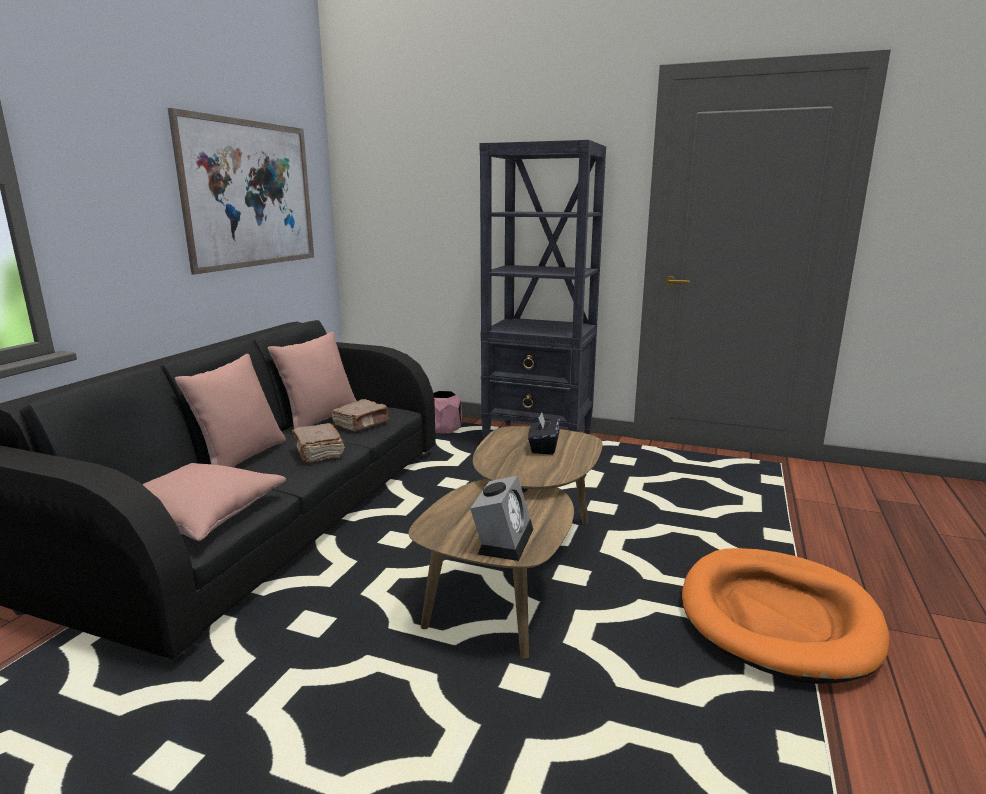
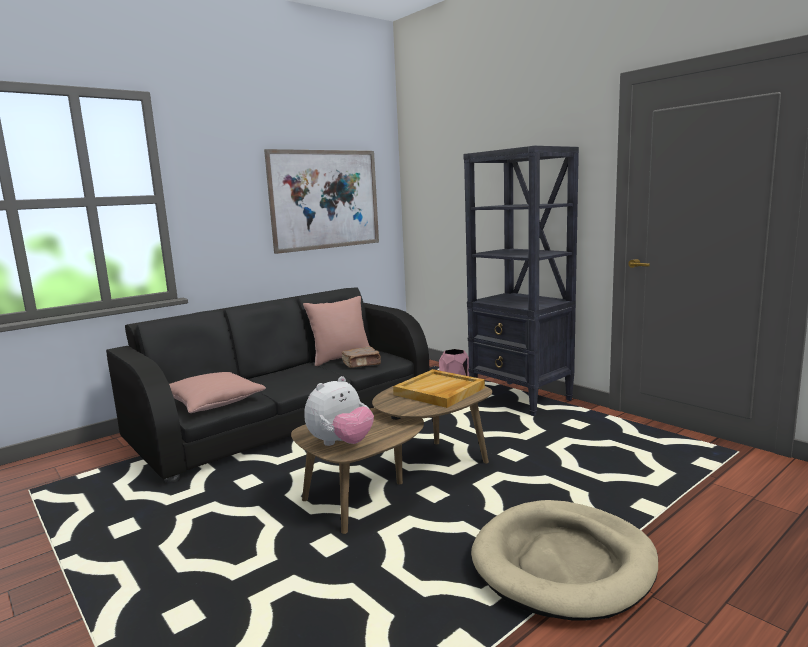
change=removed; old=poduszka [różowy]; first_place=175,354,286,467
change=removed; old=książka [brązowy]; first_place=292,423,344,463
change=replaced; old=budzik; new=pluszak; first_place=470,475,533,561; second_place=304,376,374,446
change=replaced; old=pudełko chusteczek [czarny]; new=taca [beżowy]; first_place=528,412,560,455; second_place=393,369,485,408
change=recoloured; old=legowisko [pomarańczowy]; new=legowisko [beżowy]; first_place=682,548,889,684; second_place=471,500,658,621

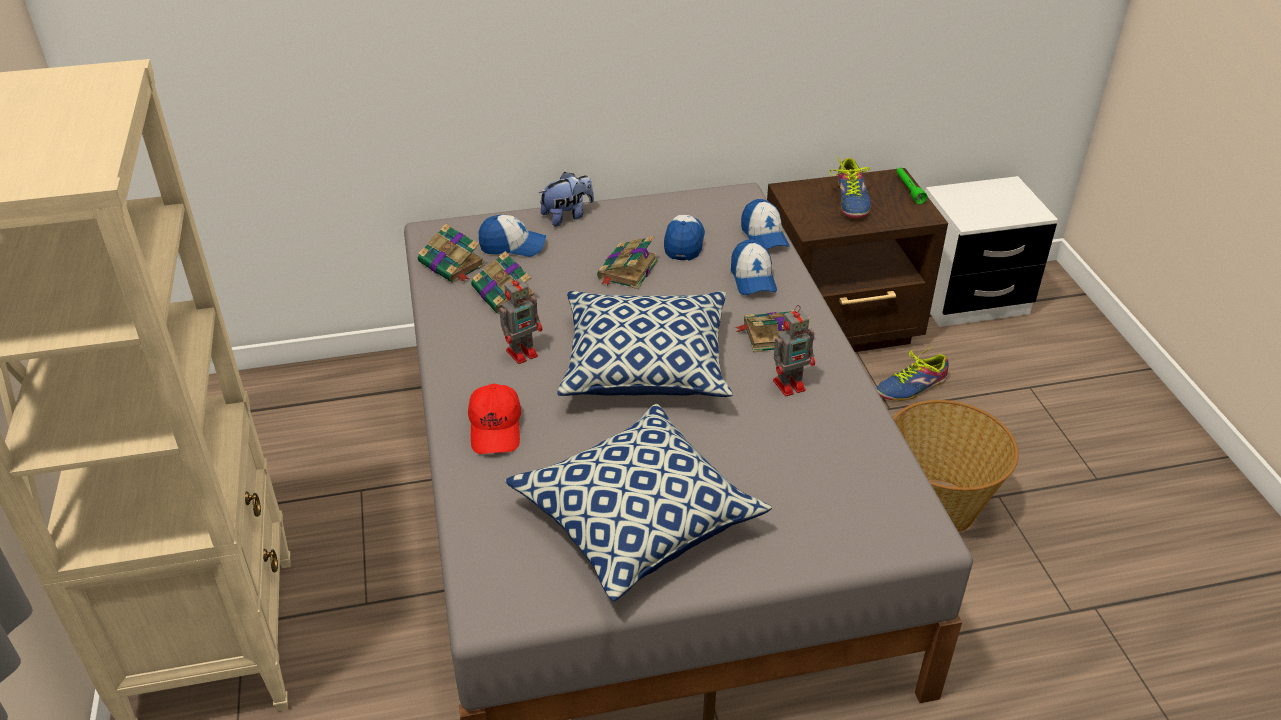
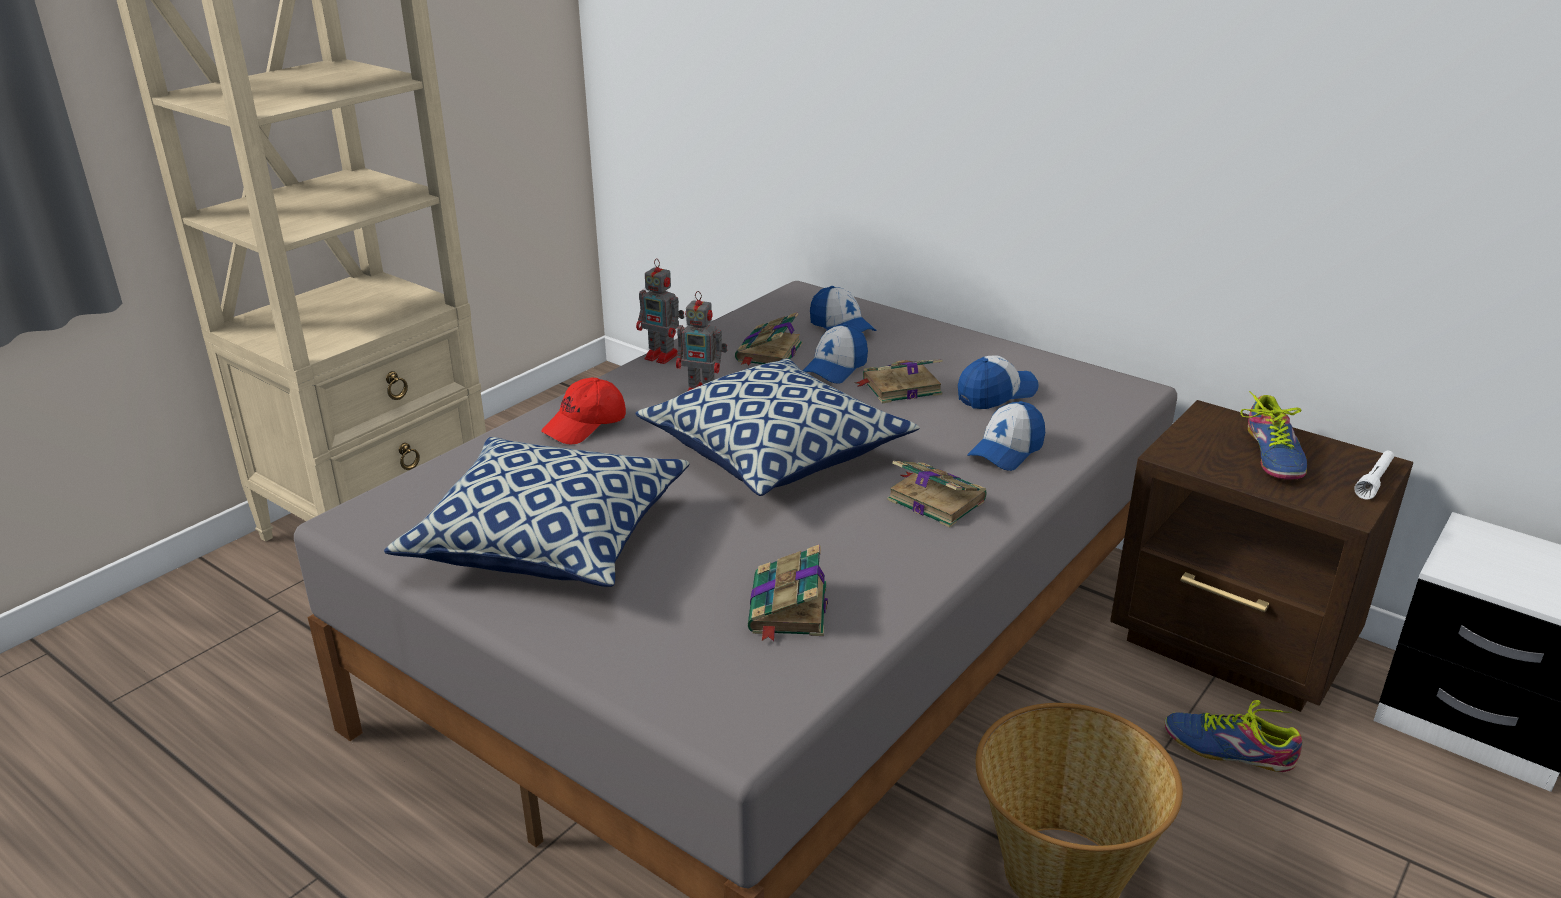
change=moved; old=książka; first_place=418,223,485,283; second_place=748,544,828,642
change=removed; old=pluszak; first_place=539,172,594,227
change=moved; old=czapka z daszkiem; first_place=741,199,789,249; second_place=803,324,868,384
change=moved; old=robot zabawkowy; first_place=773,305,815,396; second_place=636,258,684,364
change=turned; old=but; first_place=829,157,871,218; second_place=1240,391,1307,480; degrees=-45
change=recoloured; old=latarka [zielony]; new=latarka [biały]; first_place=896,168,927,204; second_place=1354,451,1394,500

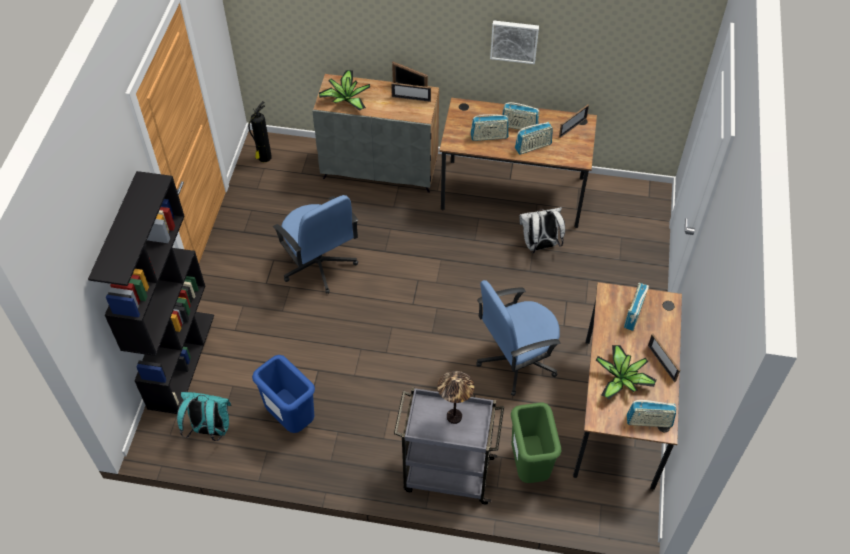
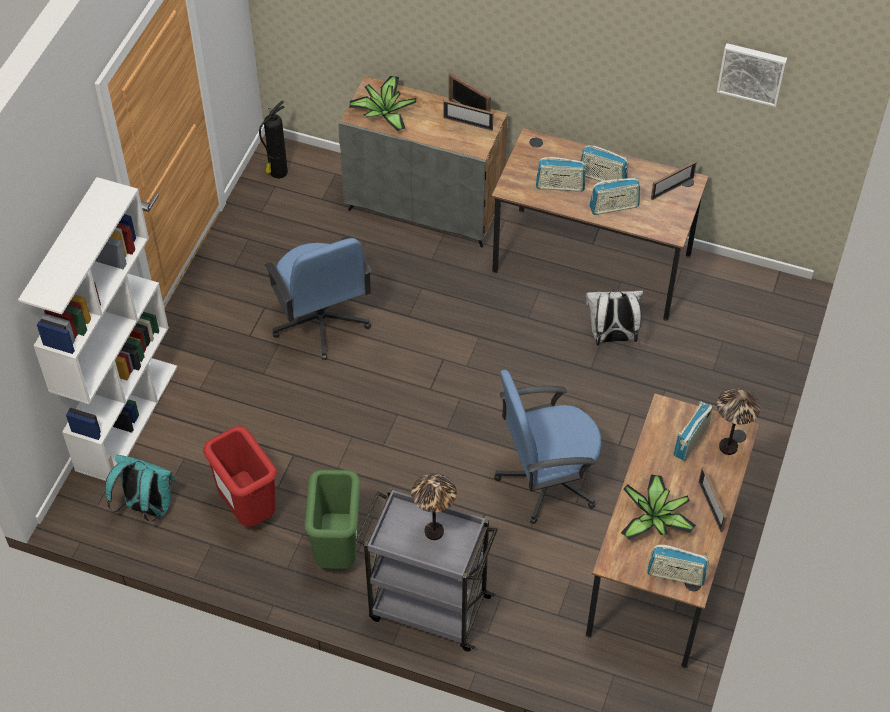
change=recoloured; old=regał [czarny]; new=regał [biały]; first_place=88,171,214,414; second_place=18,177,177,481
change=recoloured; old=kosz na śmieci [niebieski]; new=kosz na śmieci [czerwony]; first_place=252,355,315,433; second_place=203,426,277,526
change=moved; old=obraz; first_place=490,20,539,64; second_place=717,43,787,107
change=moved; old=kosz na śmieci [zielony]; first_place=511,402,561,483; second_place=304,470,361,569
change=added; new=lampa stołowa; second_place=717,388,760,455

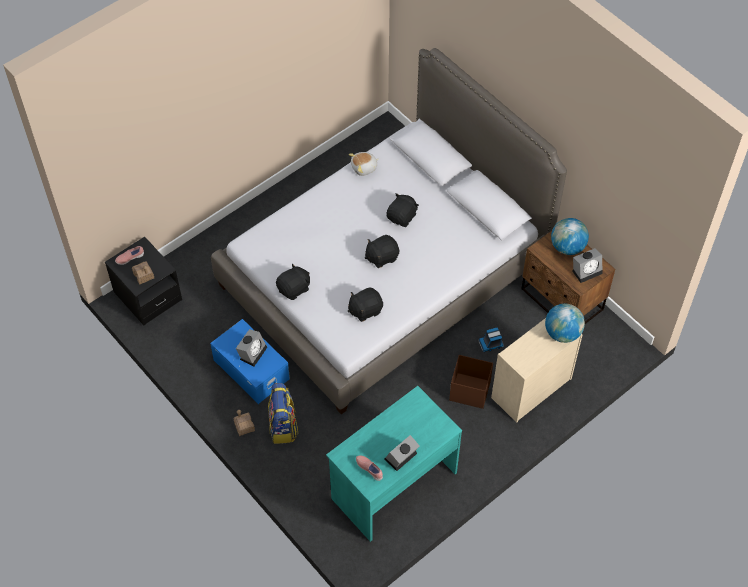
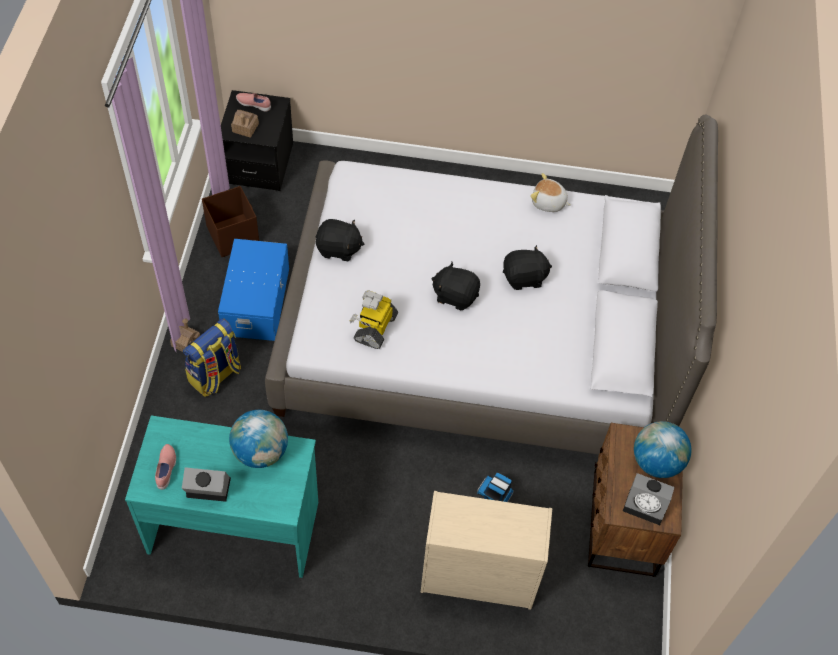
change=removed; old=budzik; first_place=236,329,267,366
change=replaced; old=pluszak [czarny]; new=robot zabawkowy; first_place=348,288,383,322; second_place=350,290,398,349
change=moved; old=pojemnik do przechowywania [brązowy]; first_place=449,355,493,409; second_place=202,186,259,257
change=moved; old=globus; first_place=545,304,585,343; second_place=229,410,288,468

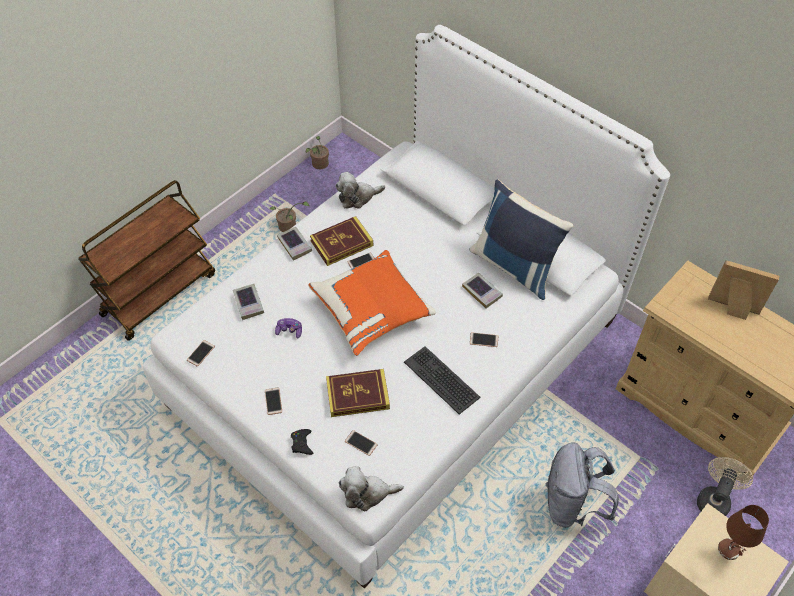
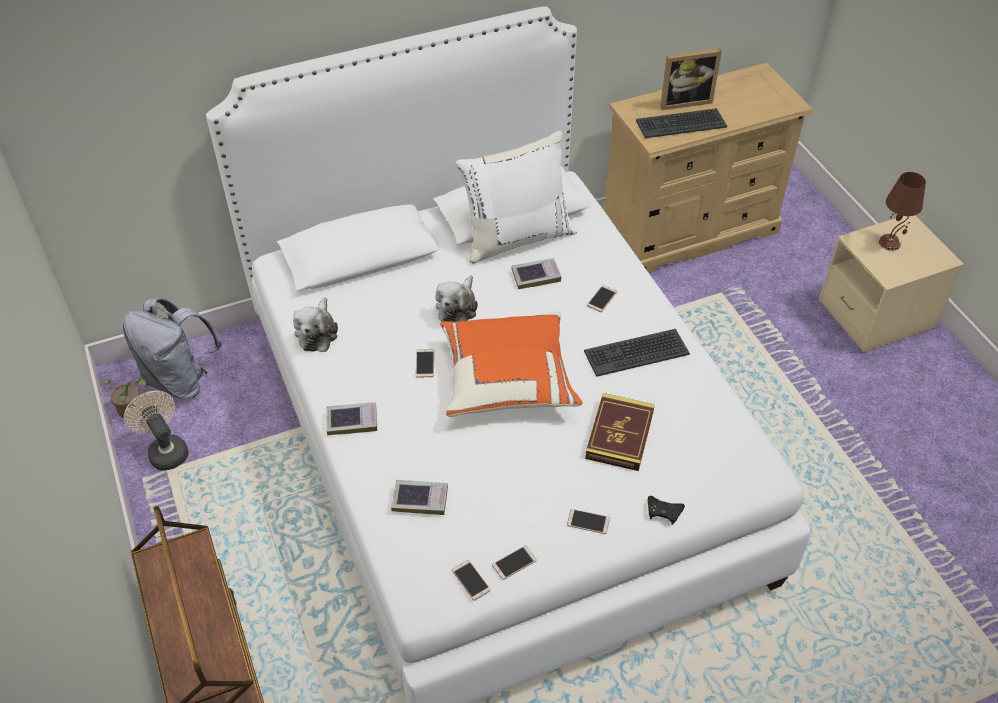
change=removed; old=roślina doniczkowa; first_place=270,201,310,232
change=removed; old=pad do gier; first_place=275,318,302,338
change=removed; old=książka; first_place=310,216,373,266
change=moved; old=pluszak; first_place=339,466,404,511; second_place=435,275,478,322
change=moved; old=telefon; first_place=345,430,378,456; second_place=492,545,537,580
change=recoloured; old=poduszka [niebieski]; new=poduszka [biały]; first_place=470,179,573,300; second_place=456,131,577,264
change=moved; old=plecak [szary]; first_place=546,442,619,528; second_place=123,298,222,399
change=moved; old=wentylator [beżowy]; first_place=697,457,753,516; second_place=124,391,188,470
change=turned; old=ramka na zdjęcie; first_place=708,260,779,320; second_place=660,48,722,110; degrees=-150
change=added; new=klawiatura; second_place=636,108,727,138

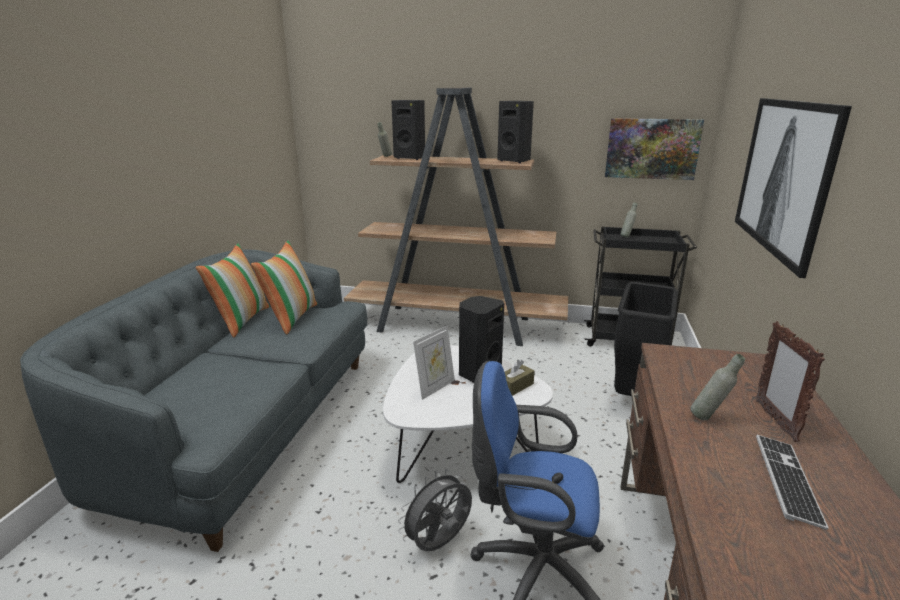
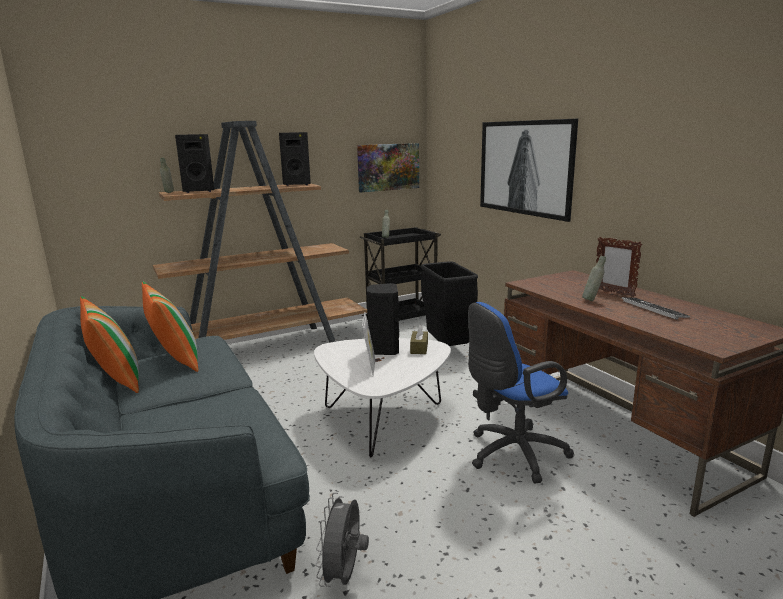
change=moved; old=wentylator [szary]; first_place=398,469,472,551; second_place=315,493,369,587

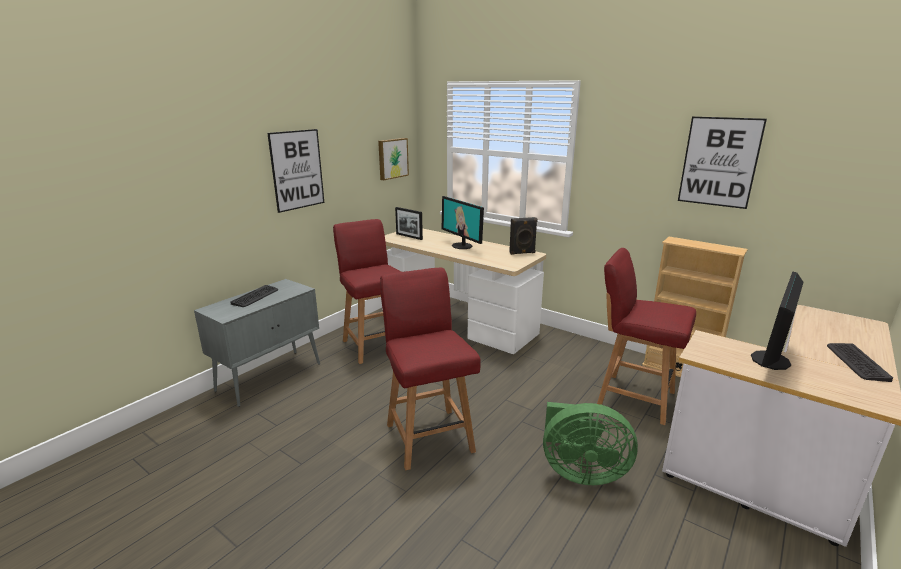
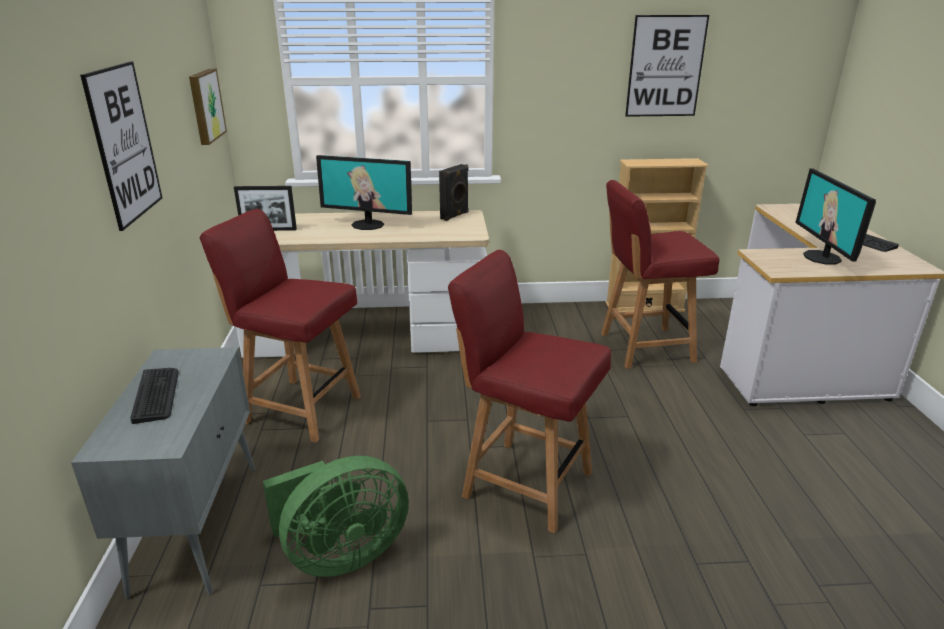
change=moved; old=wentylator [zielony]; first_place=543,402,638,485; second_place=263,456,409,577

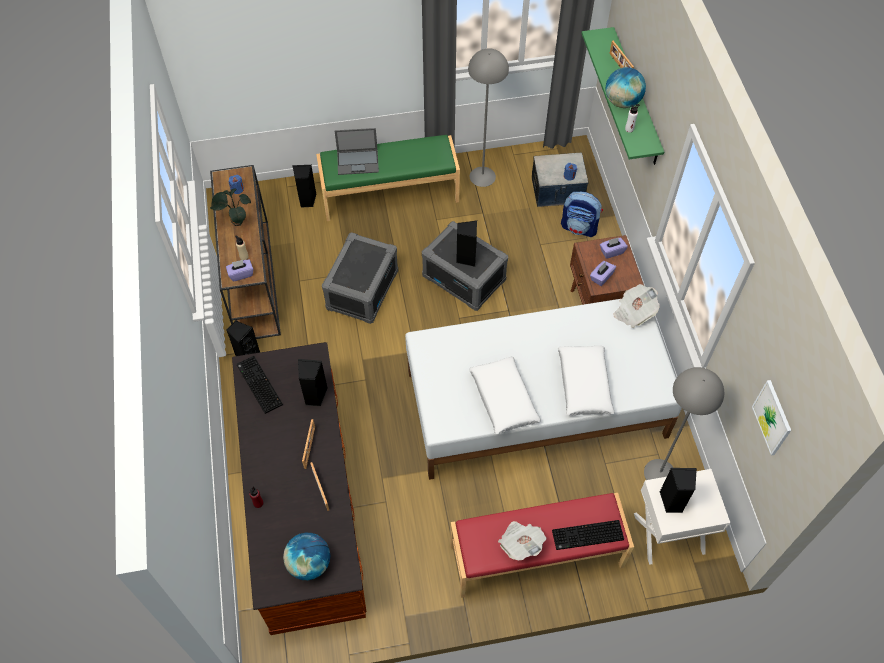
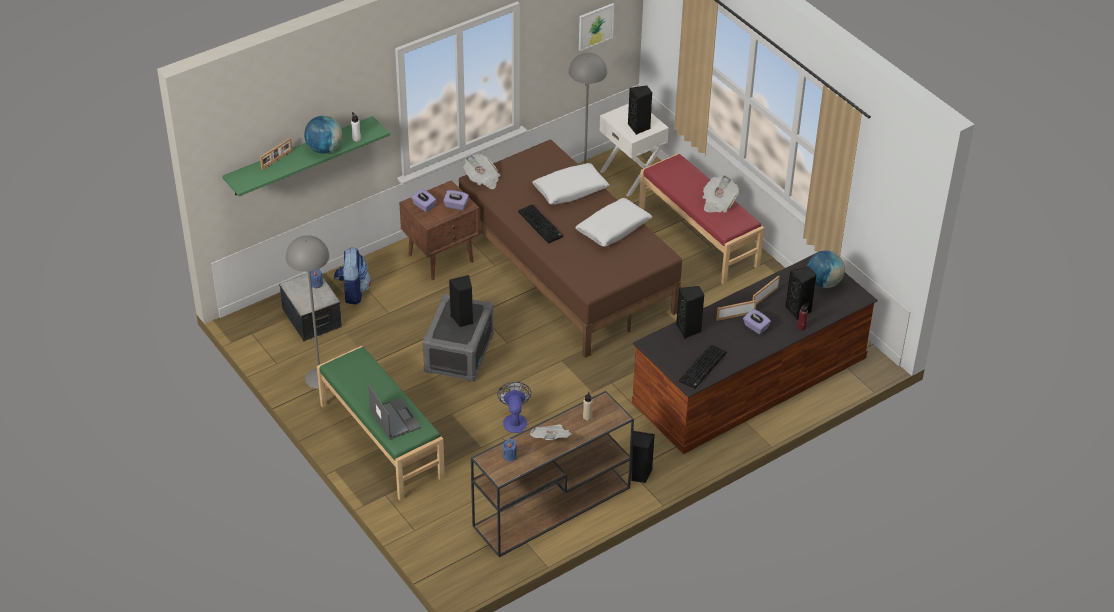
change=replaced; old=roślina doniczkowa; new=gazeta; first_place=210,189,251,226; second_place=530,424,572,440
change=moved; old=pudełko chusteczek [fioletowy]; first_place=226,260,253,282; second_place=743,309,771,334
change=moved; old=głośnik [czarny]; first_place=292,165,316,208; second_place=785,266,816,320
change=replaced; old=pojemnik do przechowywania [szary]; new=wentylator; first_place=322,232,398,324; second_place=497,382,531,433
change=recoloured; old=łóżko [biały]; new=łóżko [brązowy]; first_place=405,299,682,480; second_place=459,140,682,358
change=moved; old=klawiatura; first_place=552,520,624,550; second_place=518,204,563,244

